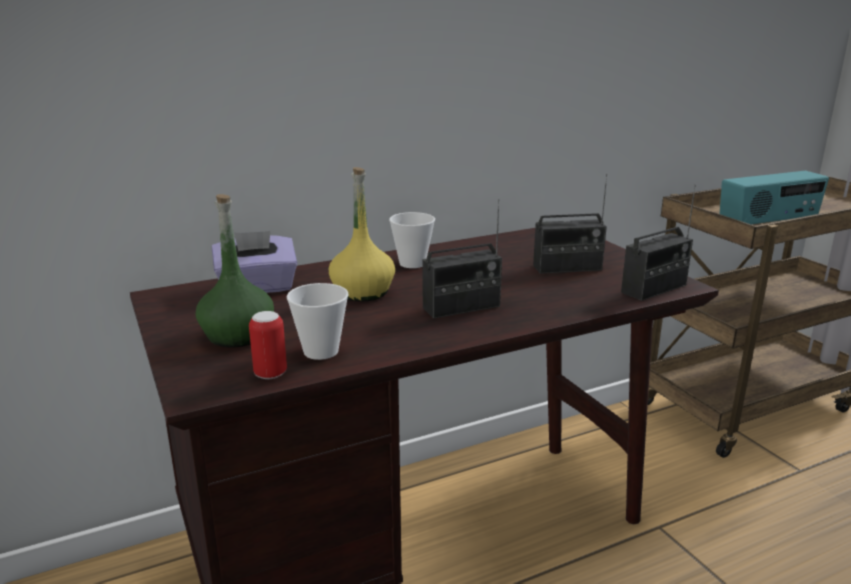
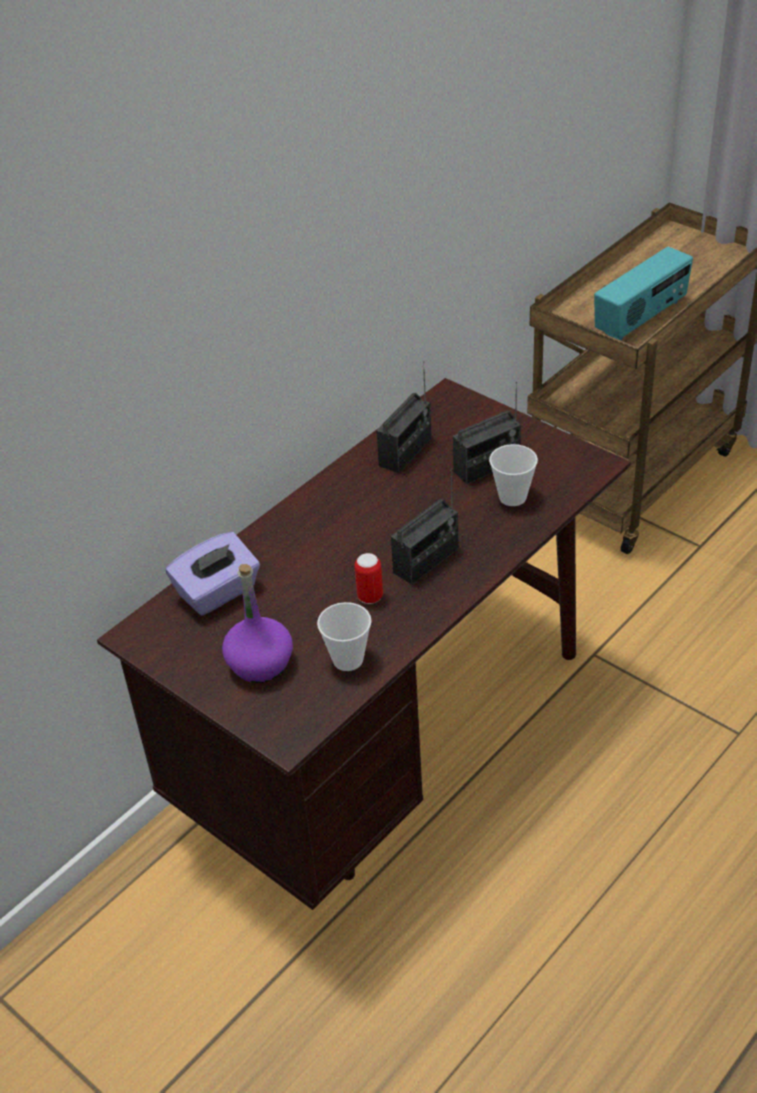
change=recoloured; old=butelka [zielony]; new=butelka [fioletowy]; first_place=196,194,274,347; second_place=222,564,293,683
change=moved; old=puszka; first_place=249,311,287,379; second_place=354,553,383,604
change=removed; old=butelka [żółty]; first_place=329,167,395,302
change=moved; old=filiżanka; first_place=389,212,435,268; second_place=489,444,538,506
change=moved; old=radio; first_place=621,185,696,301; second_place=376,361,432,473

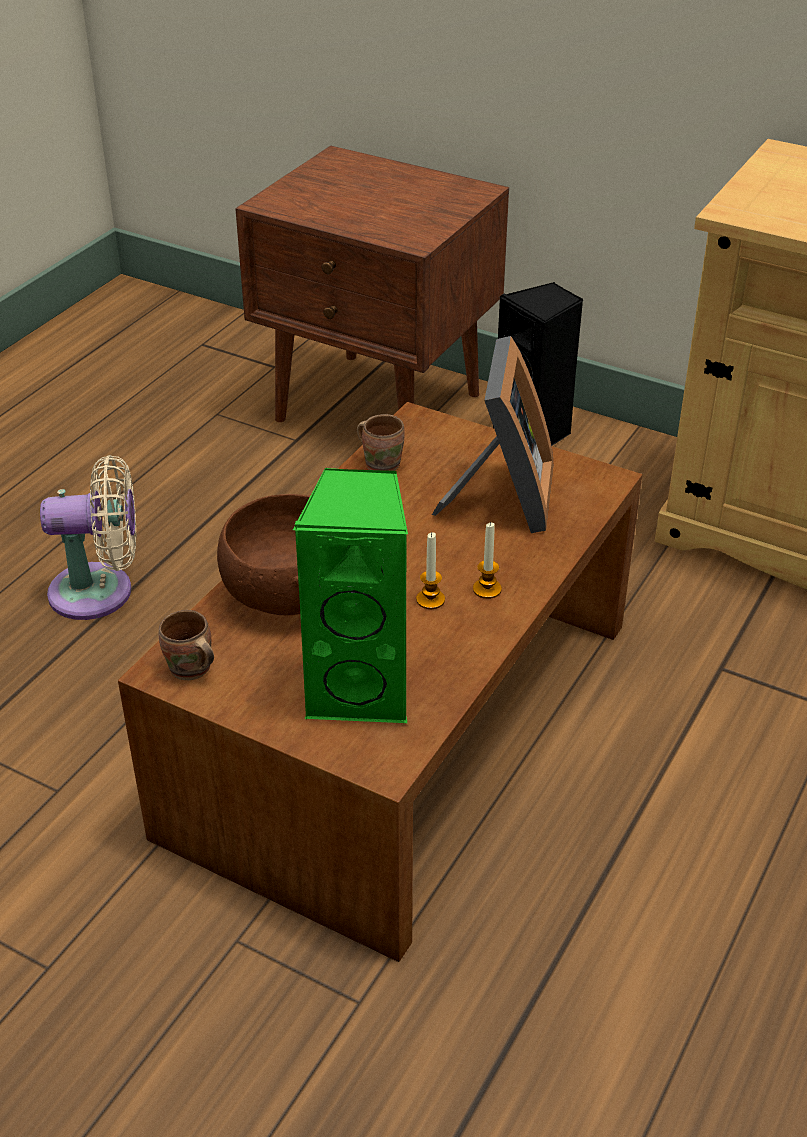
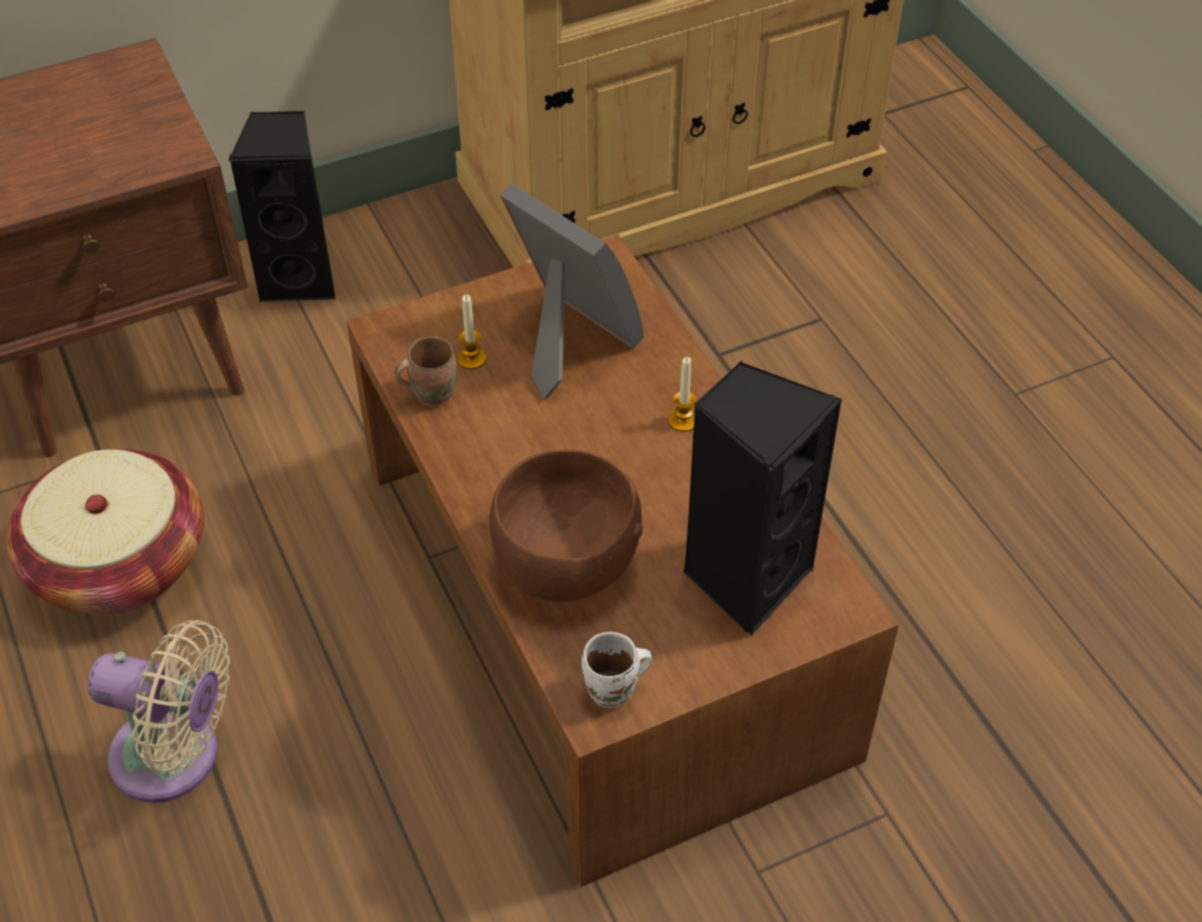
change=turned; old=wentylator [beżowy]; first_place=40,455,136,620; second_place=87,620,230,803; degrees=75
change=recoloured; old=kubek [brązowy]; new=kubek [biały]; first_place=159,610,214,680; second_place=582,632,653,708
change=recoloured; old=głośnik [zielony]; new=głośnik [czarny]; first_place=293,467,408,723; second_place=683,361,842,636
change=moved; old=świeca; first_place=416,532,445,609; second_place=457,295,486,369
change=added; new=koszyk; second_place=6,449,204,614

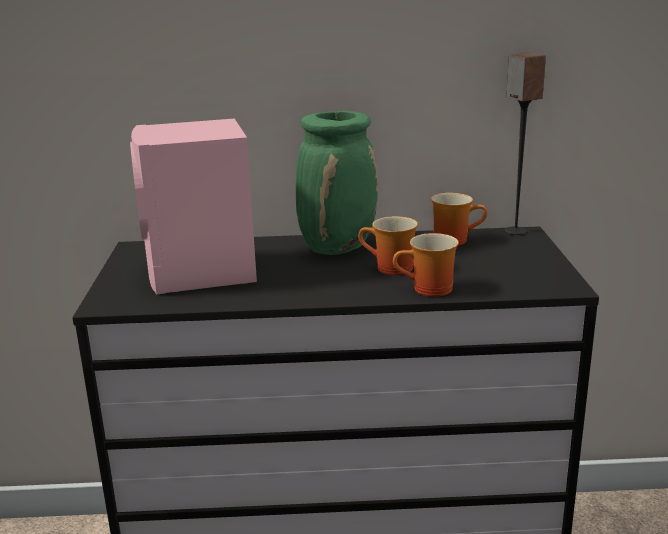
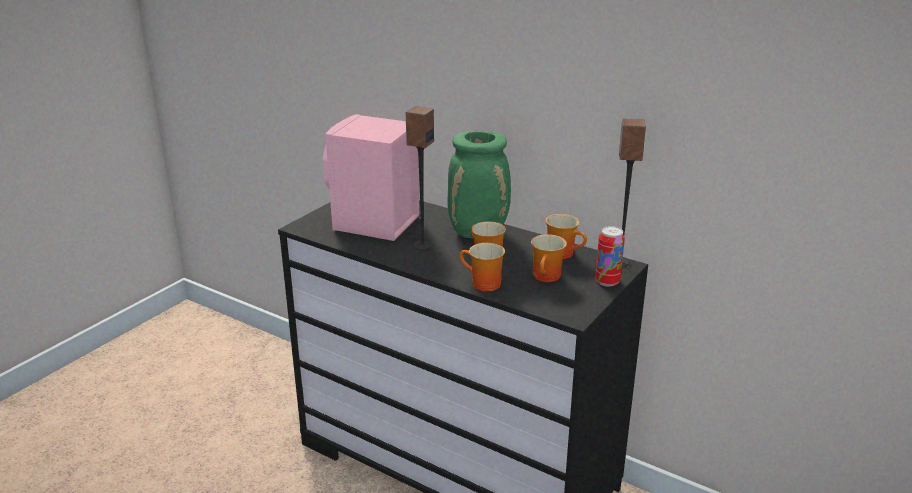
change=added; new=głośnik; second_place=406,106,434,250
change=added; new=kubek; second_place=531,234,567,282
change=added; new=puszka; second_place=595,226,625,287

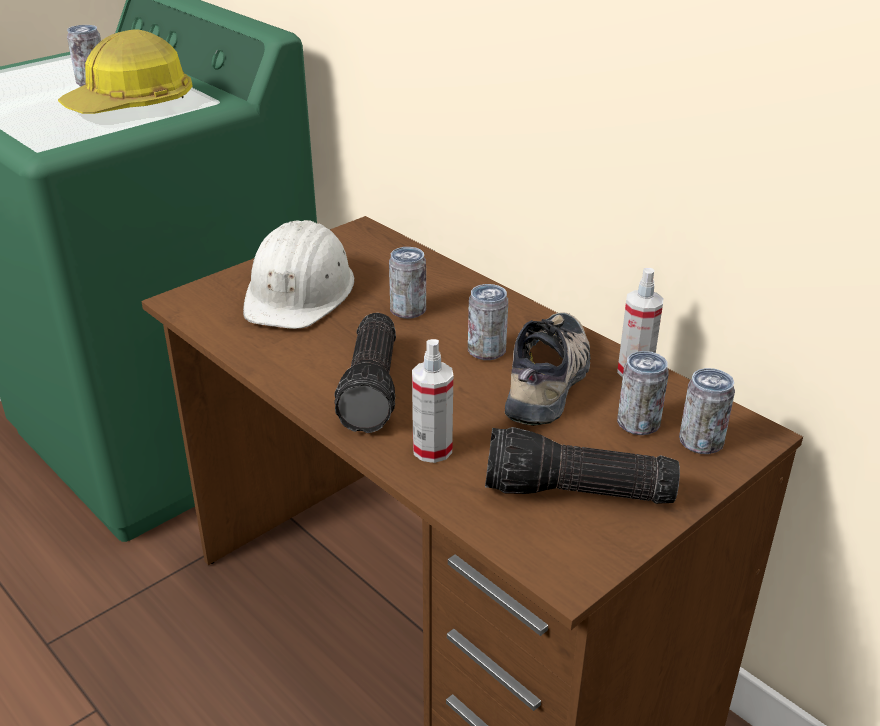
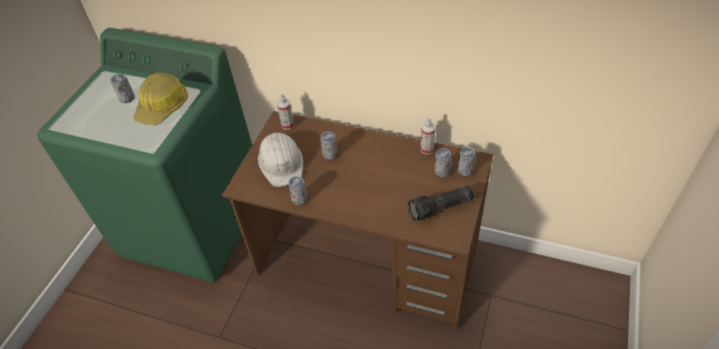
change=removed; old=latarka; first_place=334,313,396,433
change=moved; old=spryskiwacz; first_place=412,339,453,463; second_place=277,93,294,130
change=moved; old=puszka; first_place=468,284,508,360; second_place=288,176,308,205
change=removed; old=but; first_place=505,312,591,426

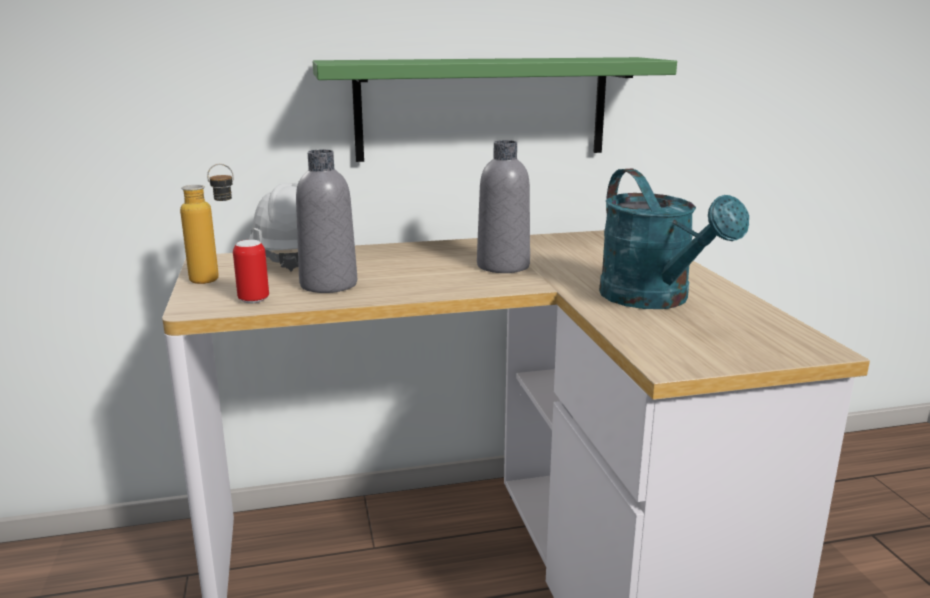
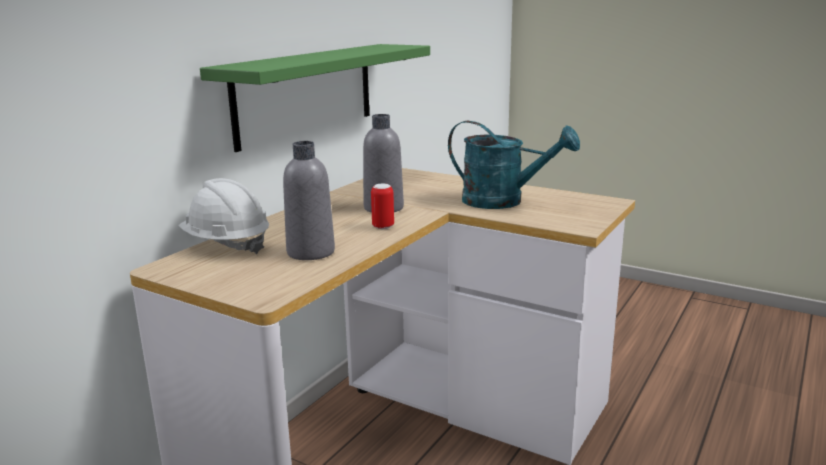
change=removed; old=butelka; first_place=180,164,234,284
change=moved; old=puszka; first_place=233,240,269,304; second_place=371,184,394,229

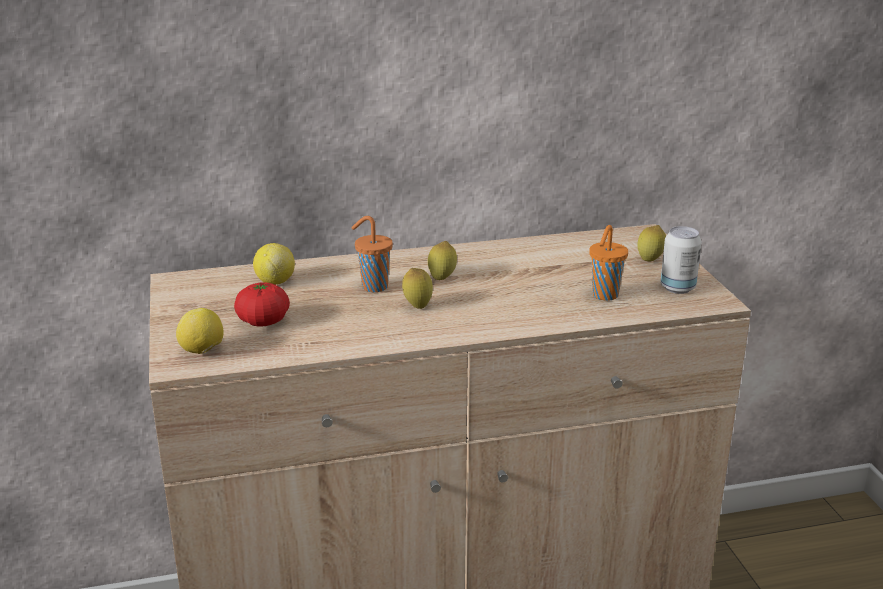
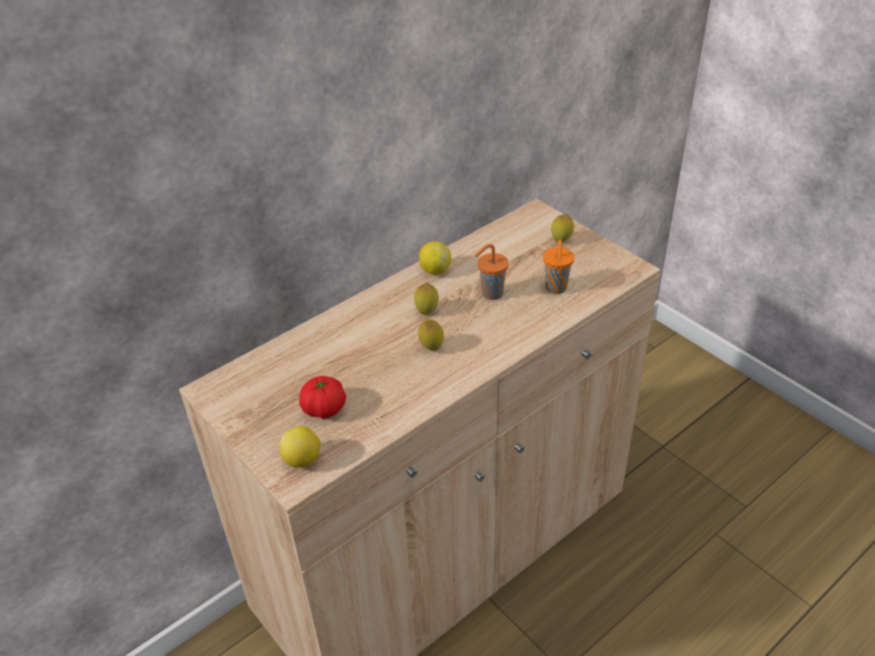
change=moved; old=cytryna; first_place=253,243,295,285; second_place=419,241,451,275
change=moved; old=filiżanka [pomarańczowy]; first_place=352,216,393,292; second_place=474,244,509,300
change=removed; old=puszka; first_place=660,226,702,294

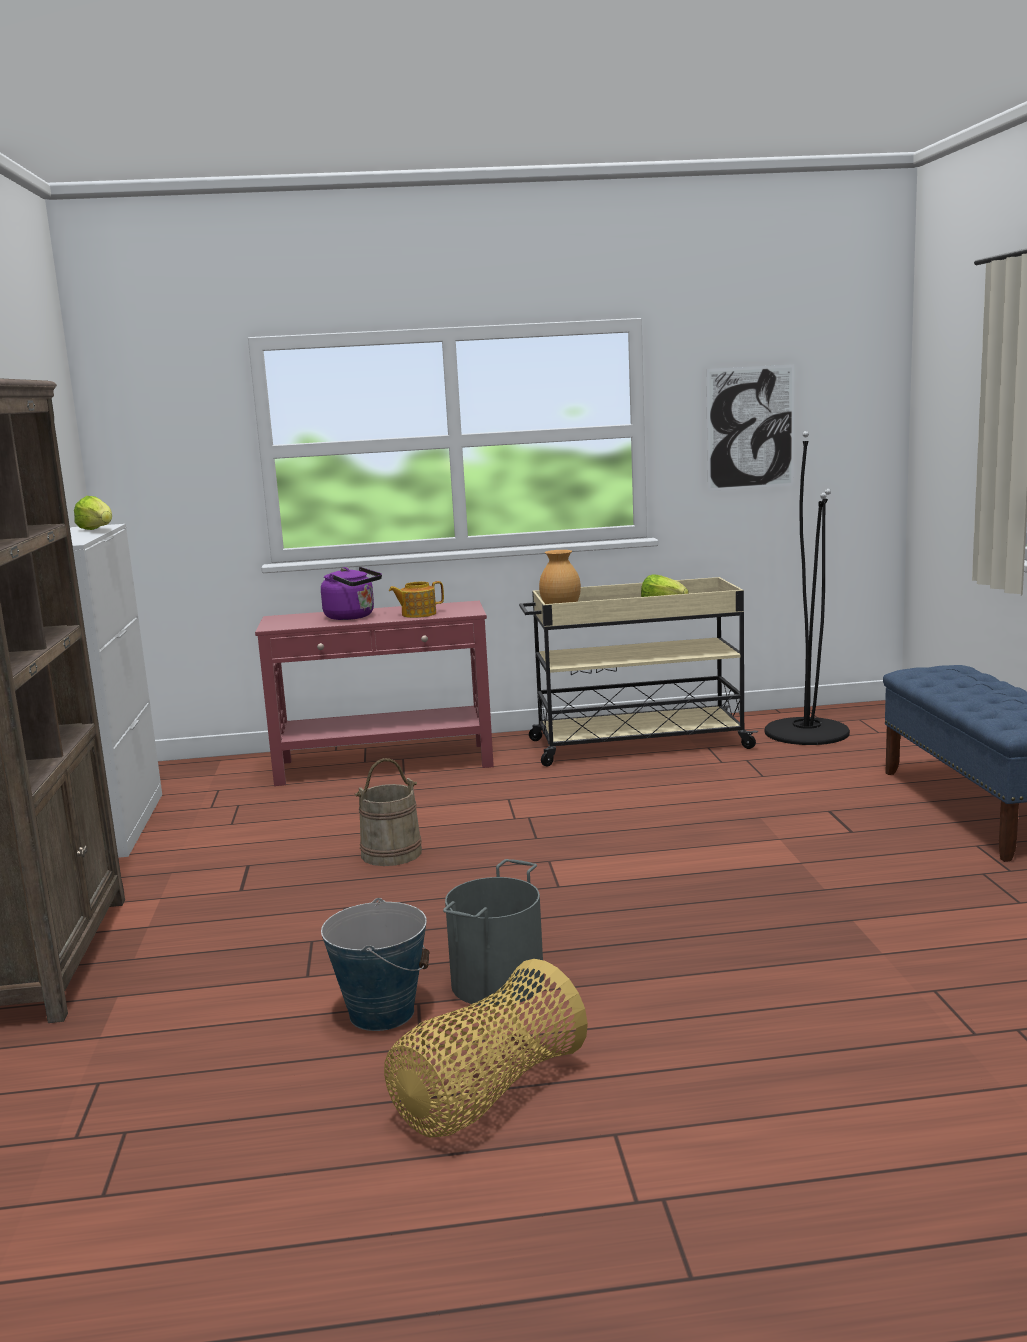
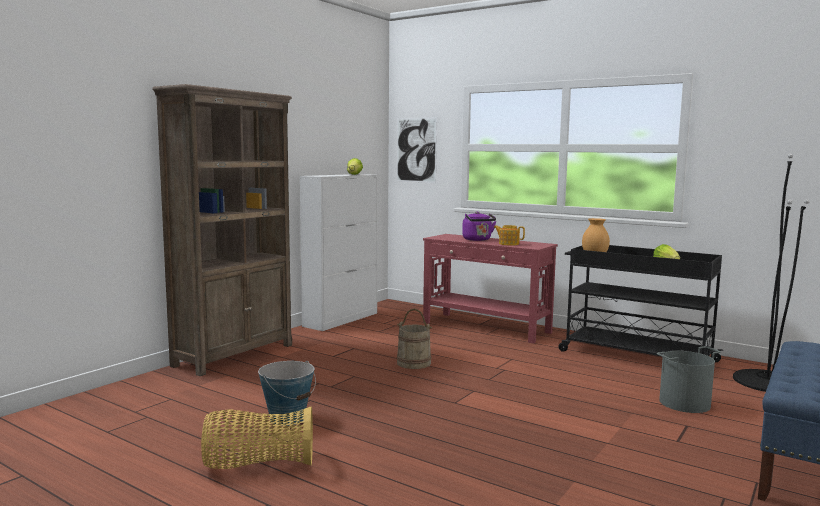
change=moved; old=wiadro [szary]; first_place=443,859,544,1006; second_place=657,346,721,413
change=recoloured; old=wózek [beżowy]; new=wózek [czarny]; first_place=519,577,758,767; second_place=558,245,724,362
change=moved; old=obraz; first_place=706,364,794,491; second_place=396,117,437,183

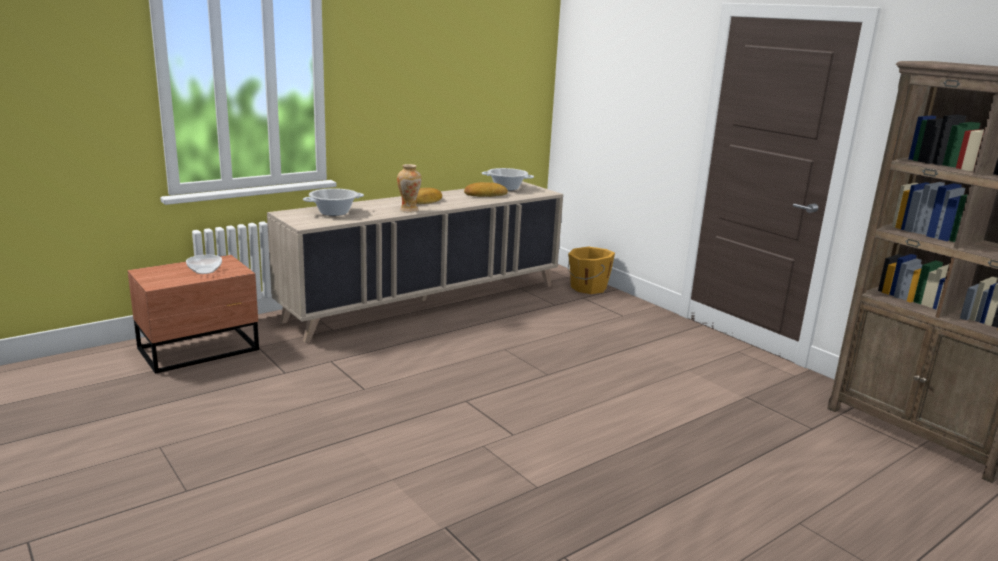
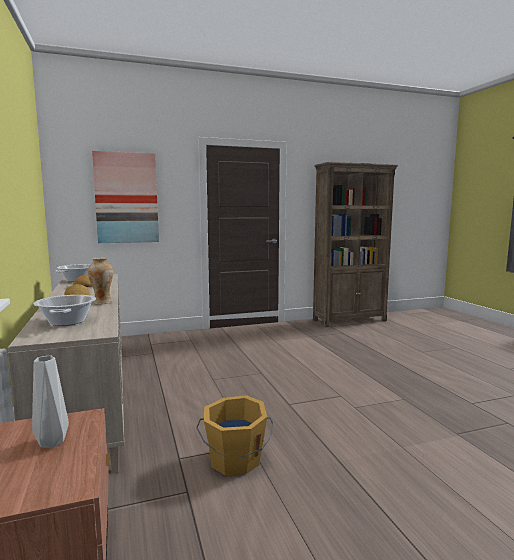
change=replaced; old=miska; new=wazon [szary]; first_place=186,255,222,274; second_place=32,355,69,448
change=moved; old=wiadro [pomarańczowy]; first_place=568,247,615,294; second_place=196,395,273,475
change=added; new=obraz; second_place=92,151,159,243

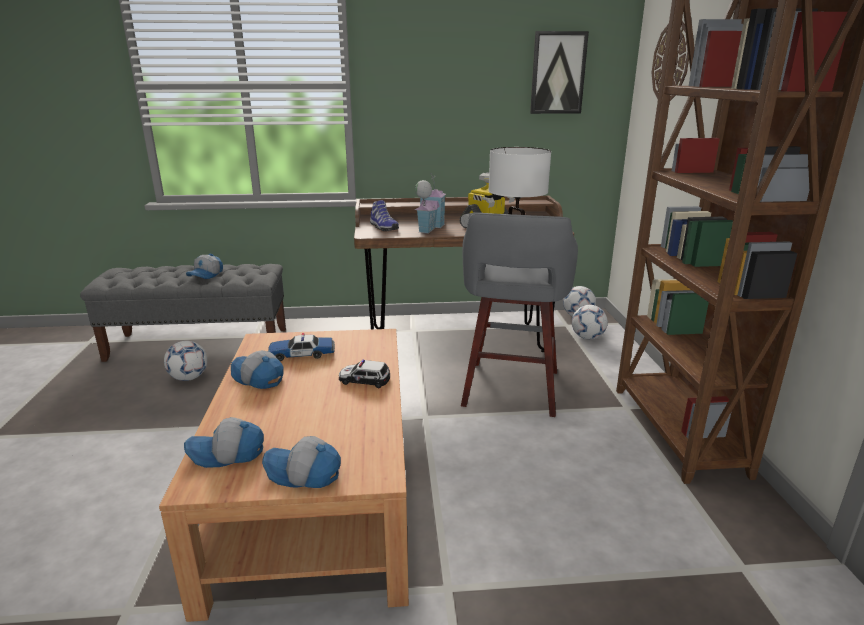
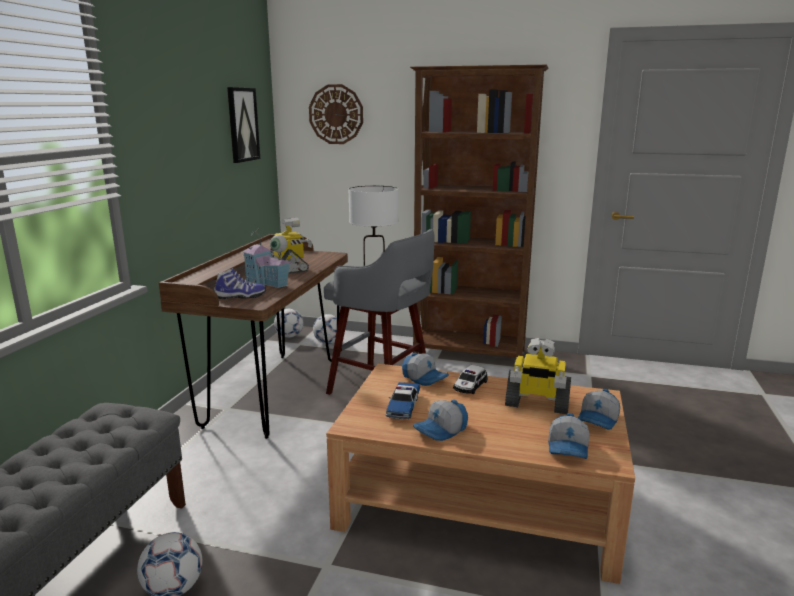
change=moved; old=czapka z daszkiem; first_place=186,254,223,279; second_place=402,353,449,386
change=added; new=robot zabawkowy; second_place=505,338,571,414

